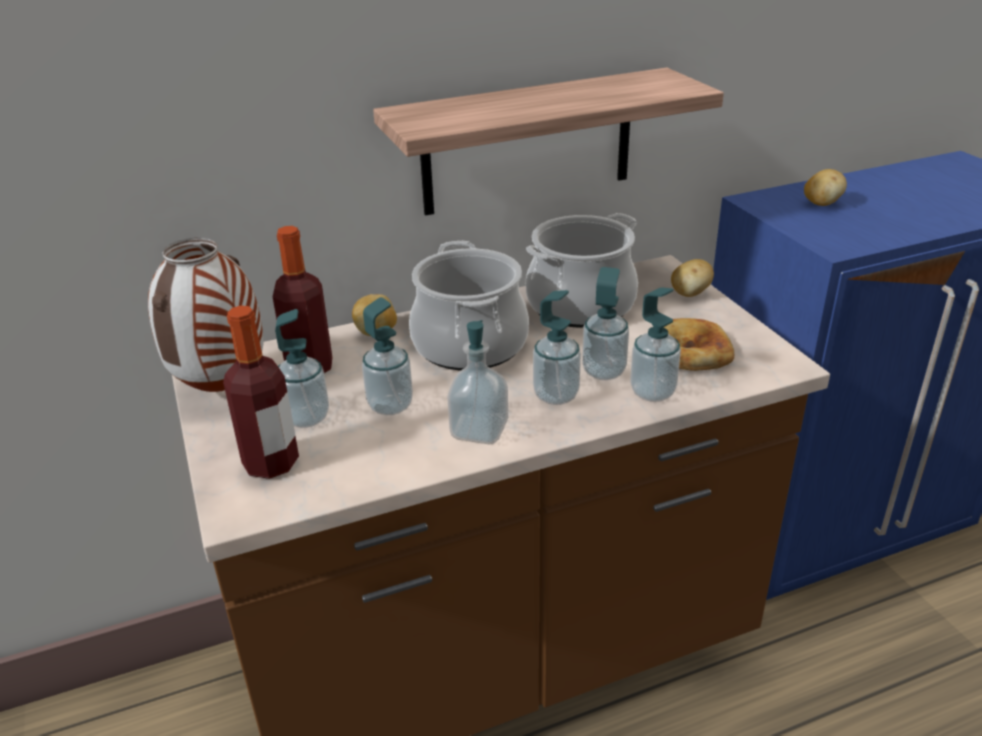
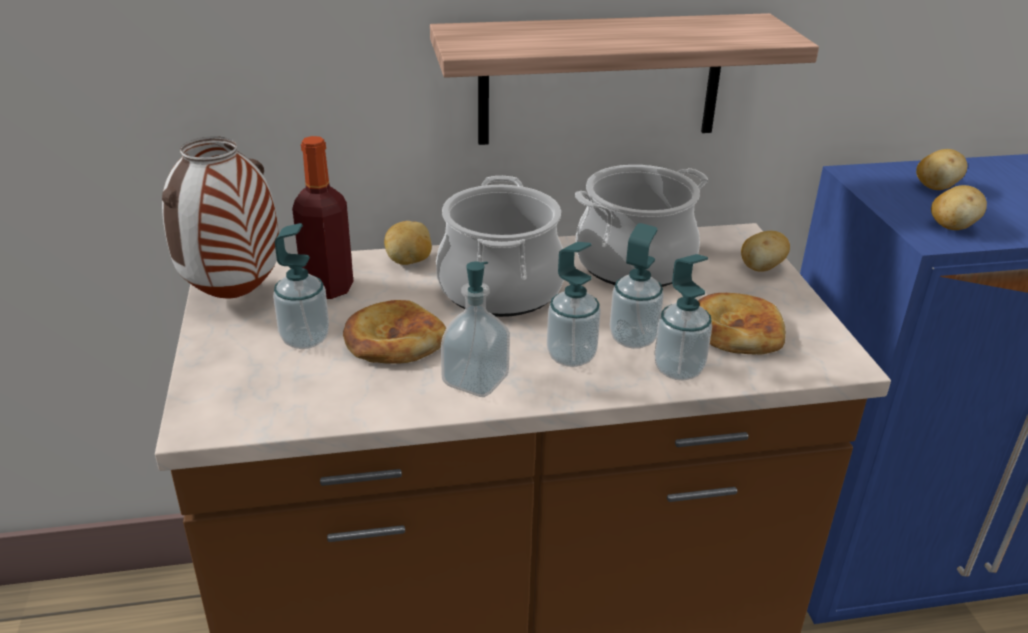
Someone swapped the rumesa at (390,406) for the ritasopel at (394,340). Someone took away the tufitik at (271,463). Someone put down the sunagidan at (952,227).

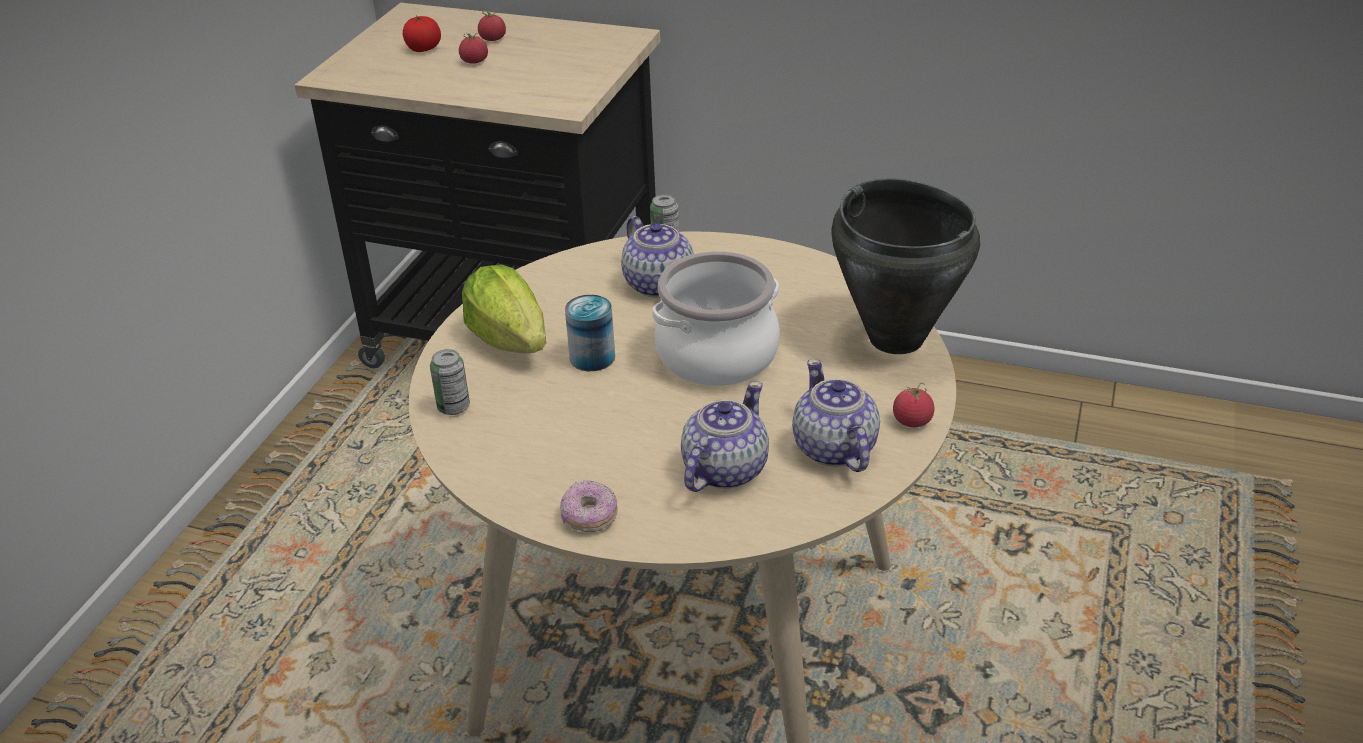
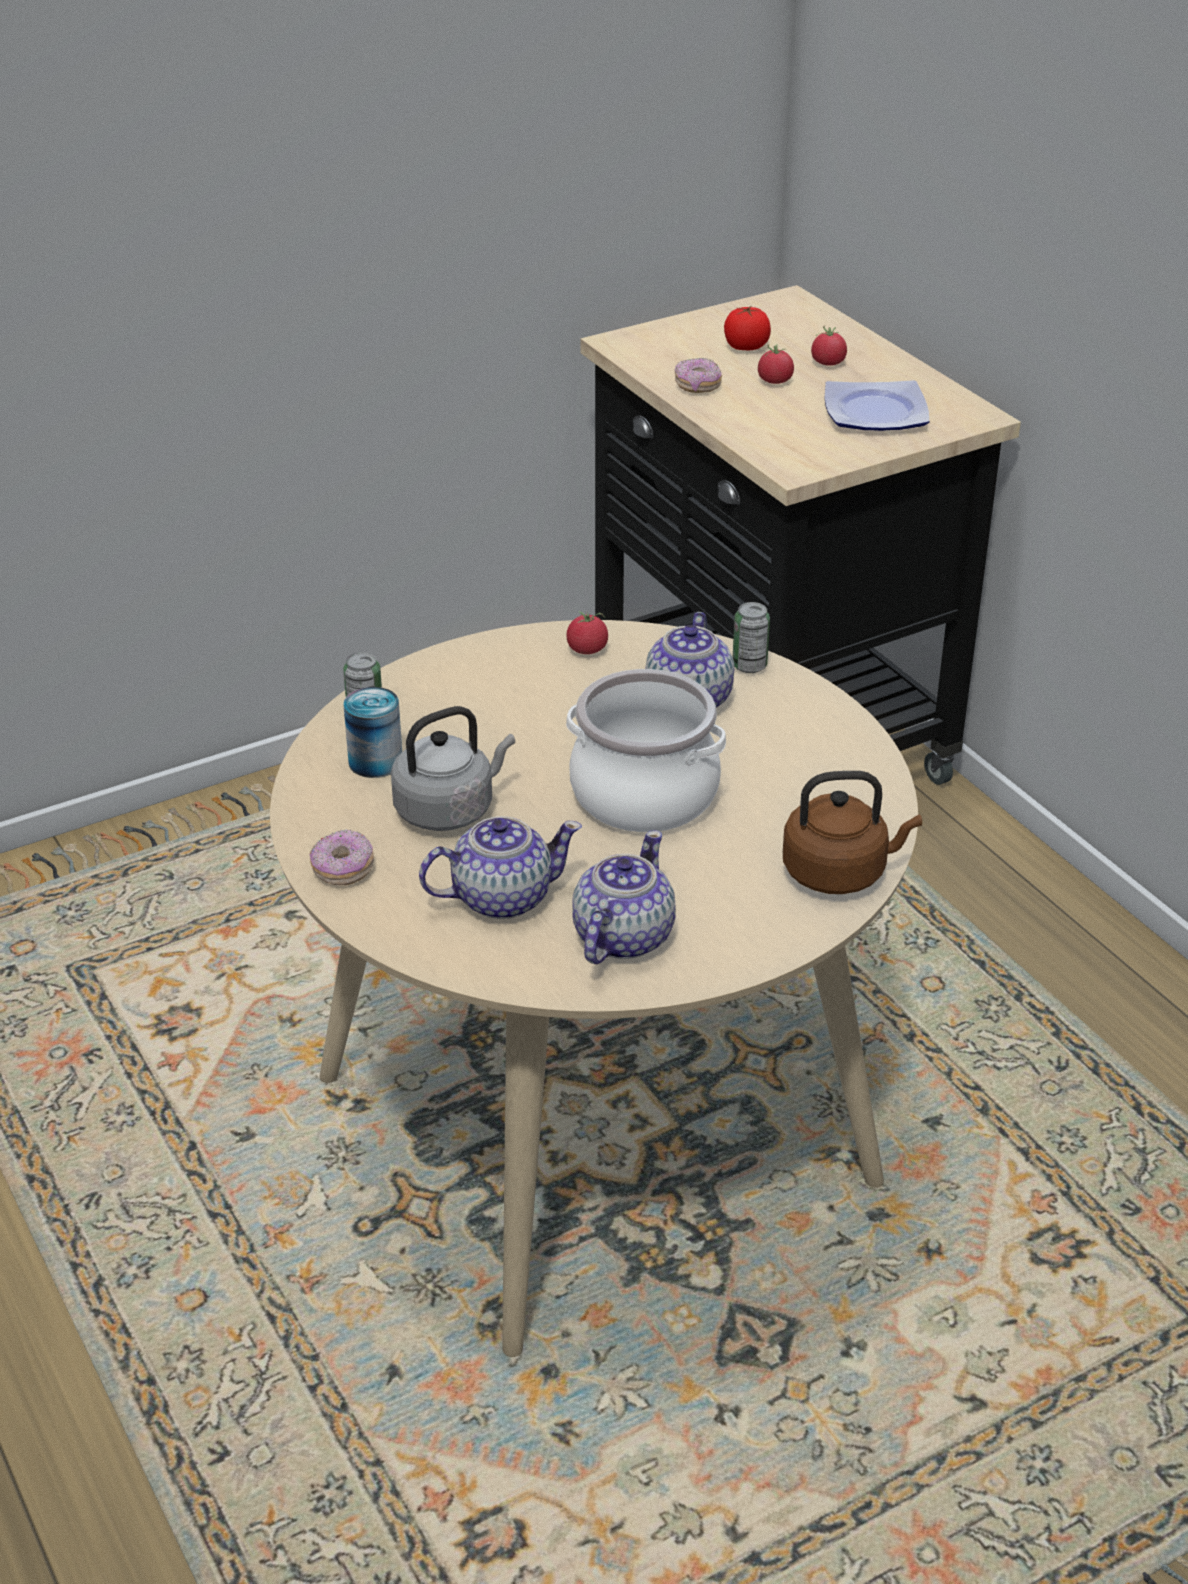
Someone swapped the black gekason at (896,337) for the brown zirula at (839,872). Someone took away the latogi at (510,340). Someone carried the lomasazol from (592,357) to (375,761). Someone carried the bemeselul from (912,421) to (587,649). Someone put down the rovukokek at (697,386). Someone put down the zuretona at (877,412). Someone put down the grey zirula at (449,809).

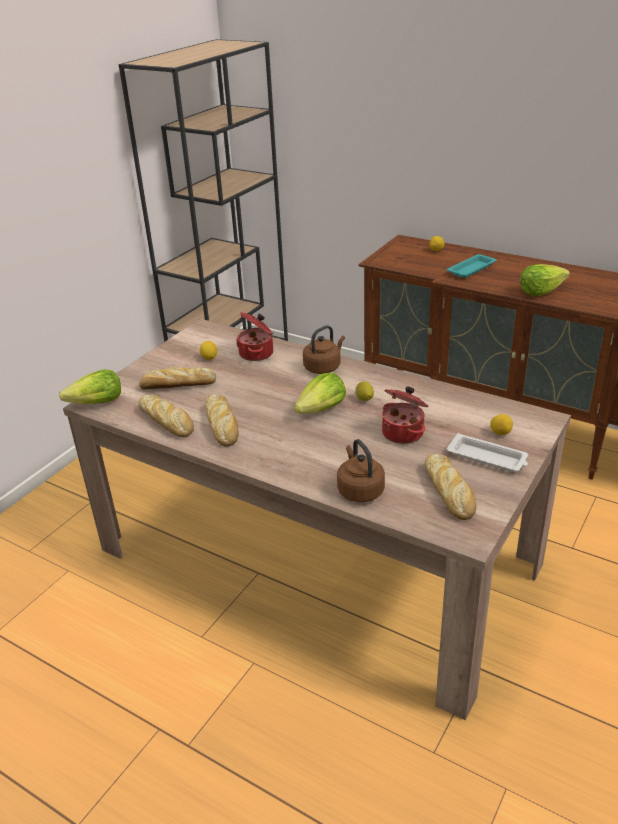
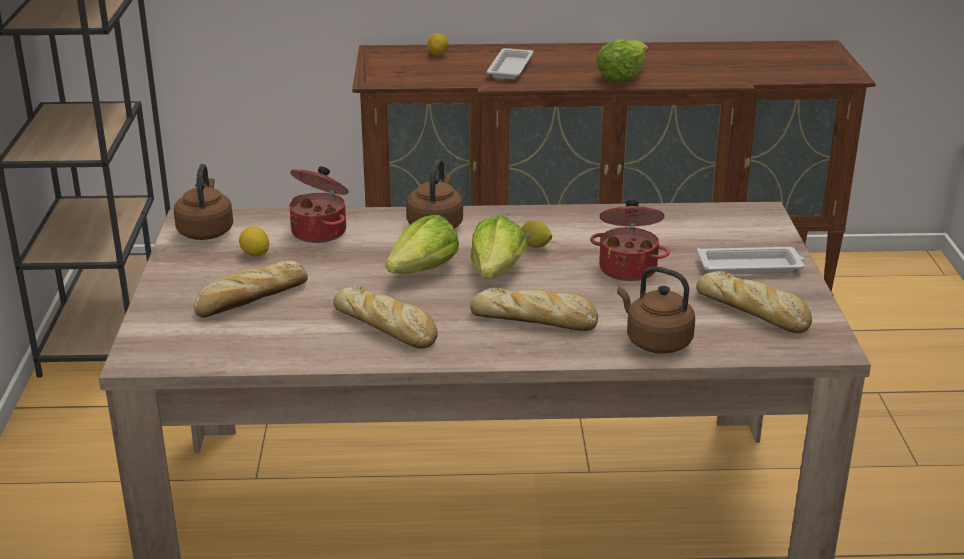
Someone repainted the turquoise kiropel at (472,269), which became the white kiropel at (510,68). Someone carried the latogi from (97,403) to (424,270). Someone carried the ritasopel from (167,421) to (536,320). Someone took away the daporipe at (500,433). Someone put down the brown zirula at (206,231).

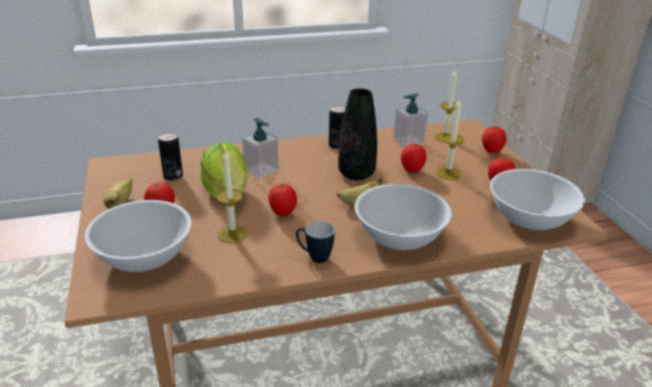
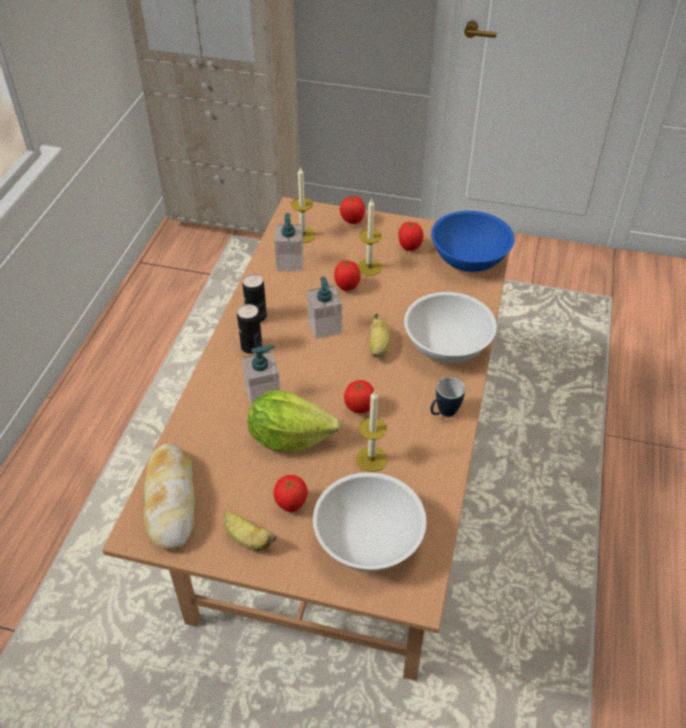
Someone swapped the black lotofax at (356,174) for the rumesa at (325,327). Someone carried the lomasazol from (173,176) to (251,347). Someone repainted the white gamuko at (529,218), which became the blue gamuko at (468,259). Someone put down the ritasopel at (171,500).

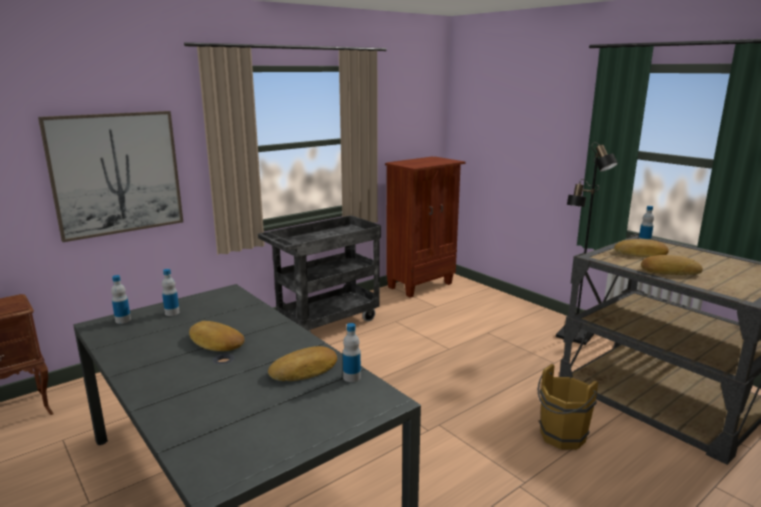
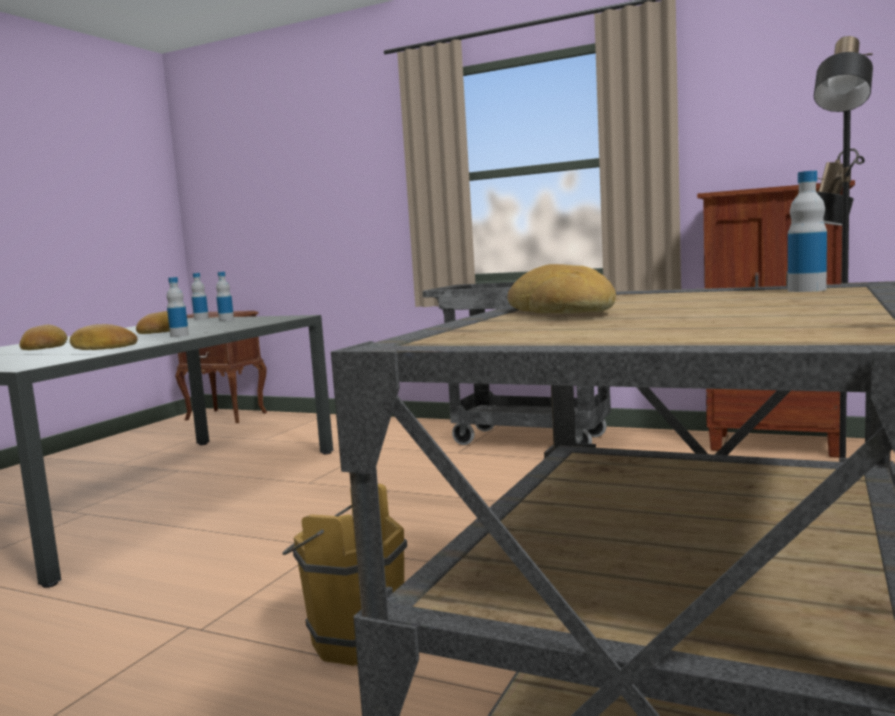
Someone took away the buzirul at (116,174). Someone carried the ritasopel from (641,253) to (44,347). Someone carried the tufitik from (352,377) to (179,335).

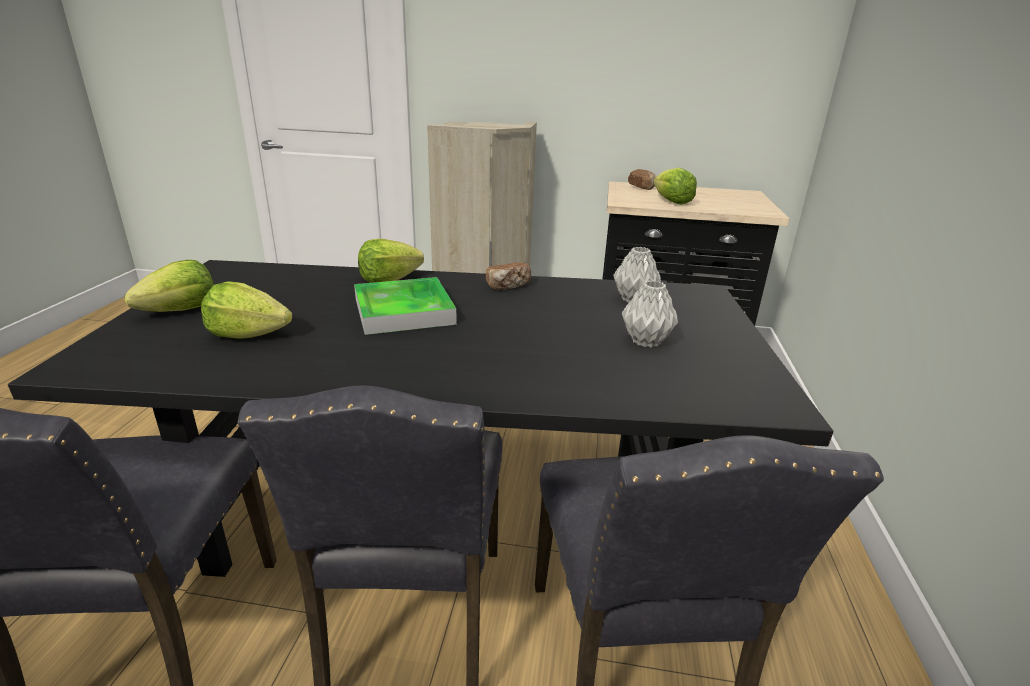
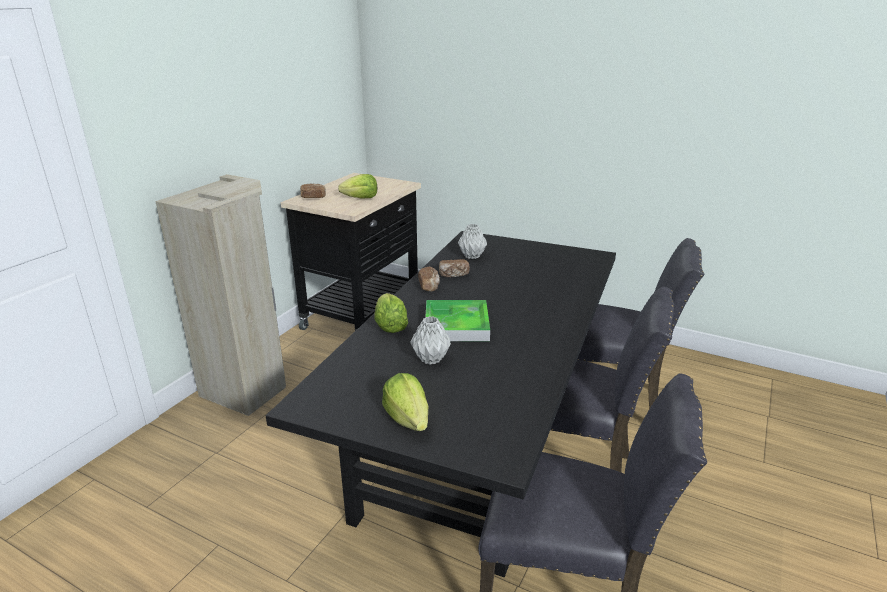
Someone carried the grey lotofax from (647,341) to (430,358). Someone took away the latogi at (248,334). Someone put down the ritasopel at (453,275).

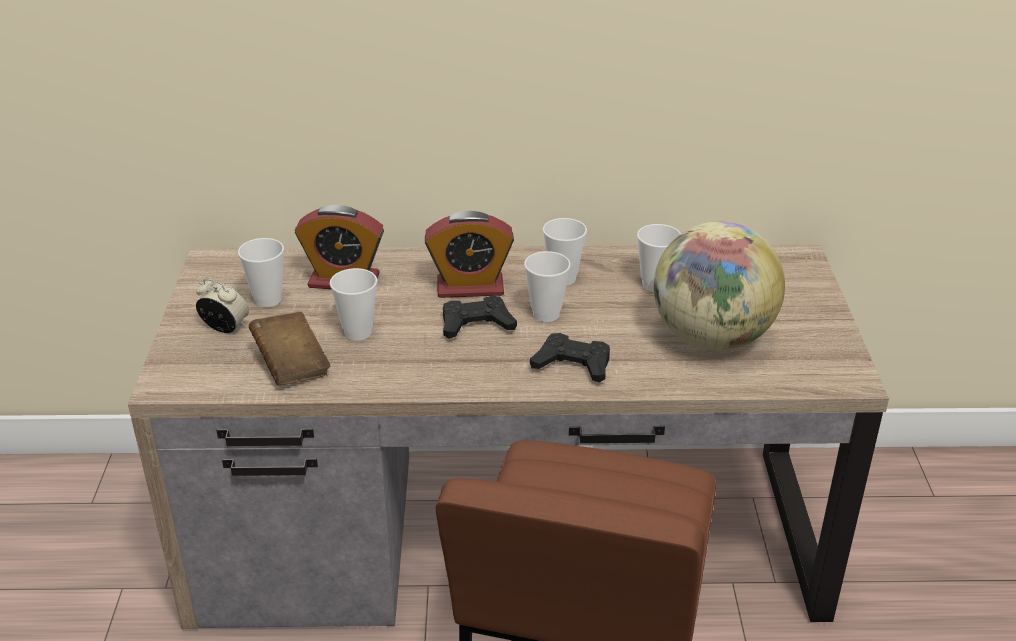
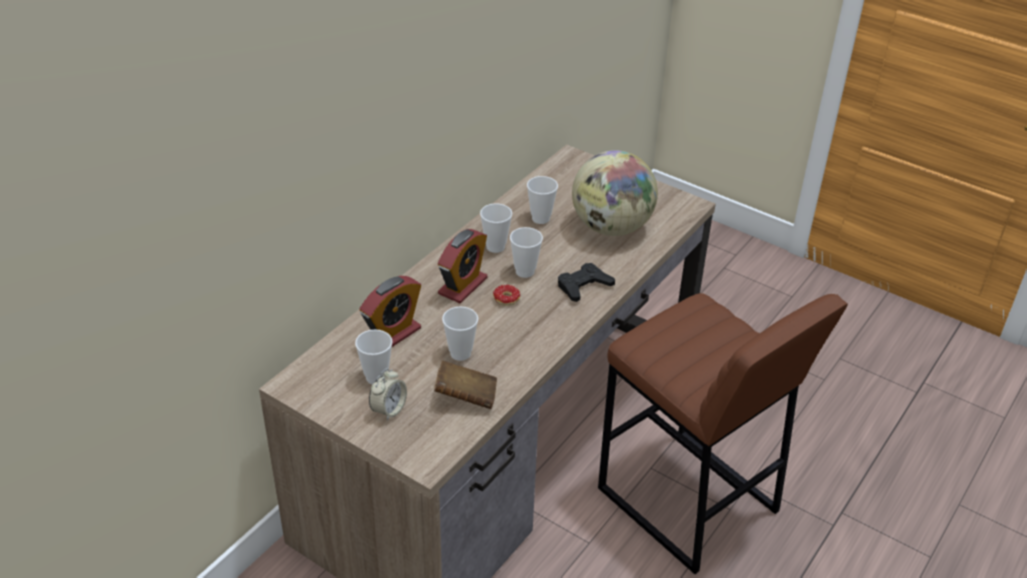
Someone rotated the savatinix at (225,328) by 150 degrees clockwise. Someone swapped the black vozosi at (476,324) for the rovukokek at (505,302).

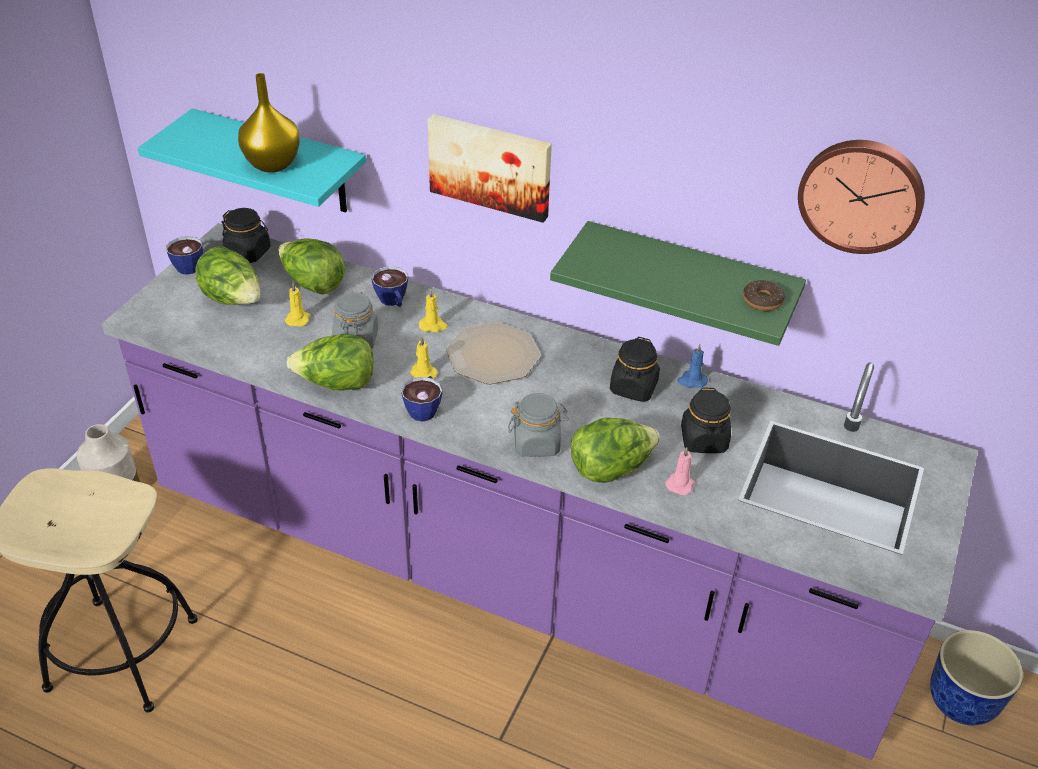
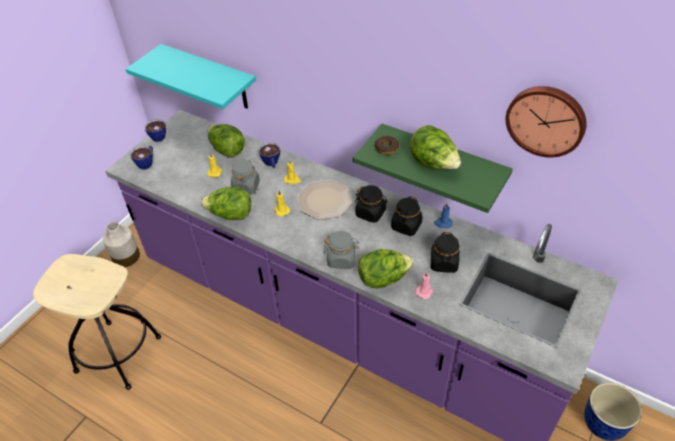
Someone took away the yellow lotofax at (271,164). Someone took away the buzirul at (491,165). Someone carried the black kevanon from (248,252) to (370,213). Someone carried the latogi from (233,300) to (433,164). Someone carried the rovukokek from (762,301) to (386,148). Someone carried the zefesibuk from (424,408) to (147,162).

